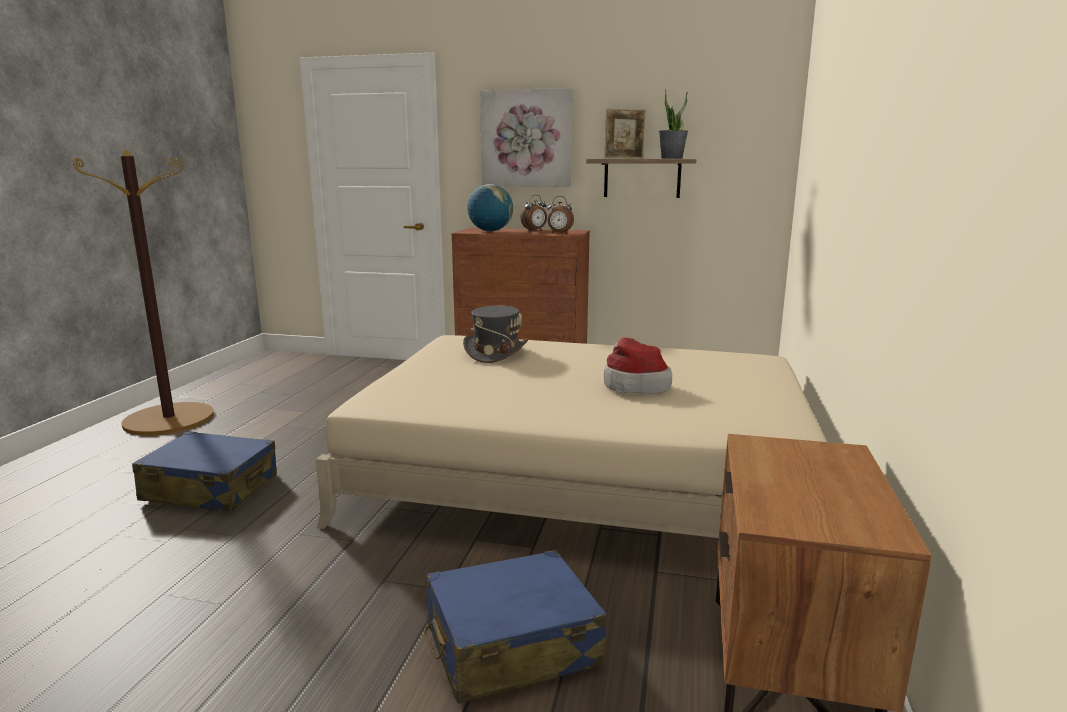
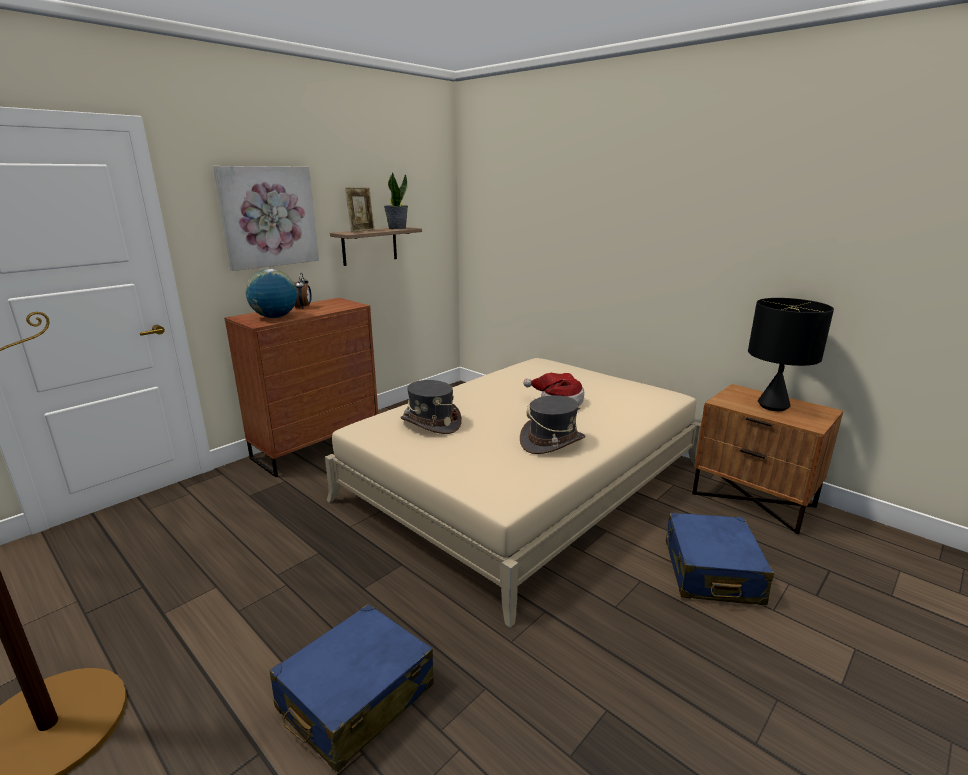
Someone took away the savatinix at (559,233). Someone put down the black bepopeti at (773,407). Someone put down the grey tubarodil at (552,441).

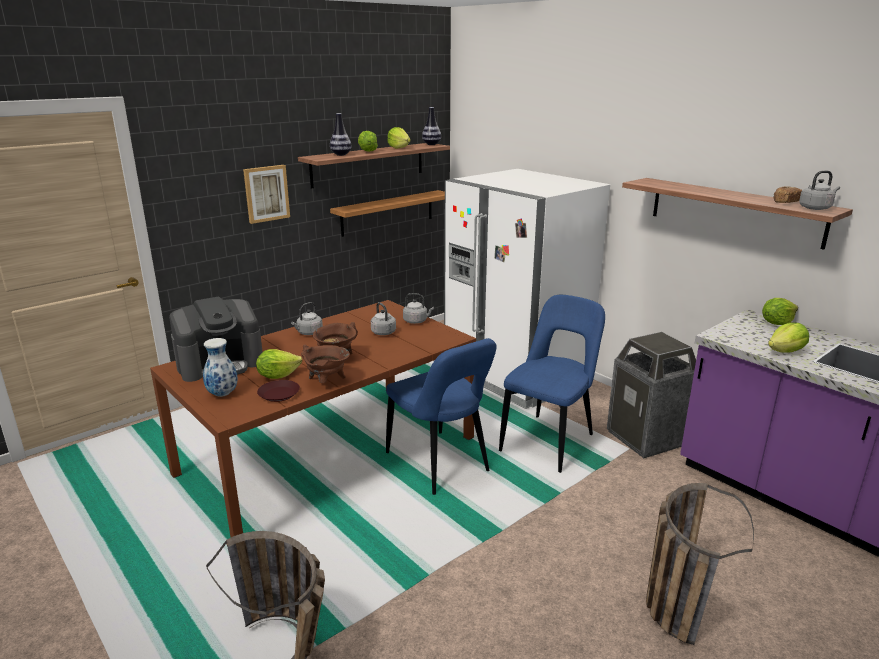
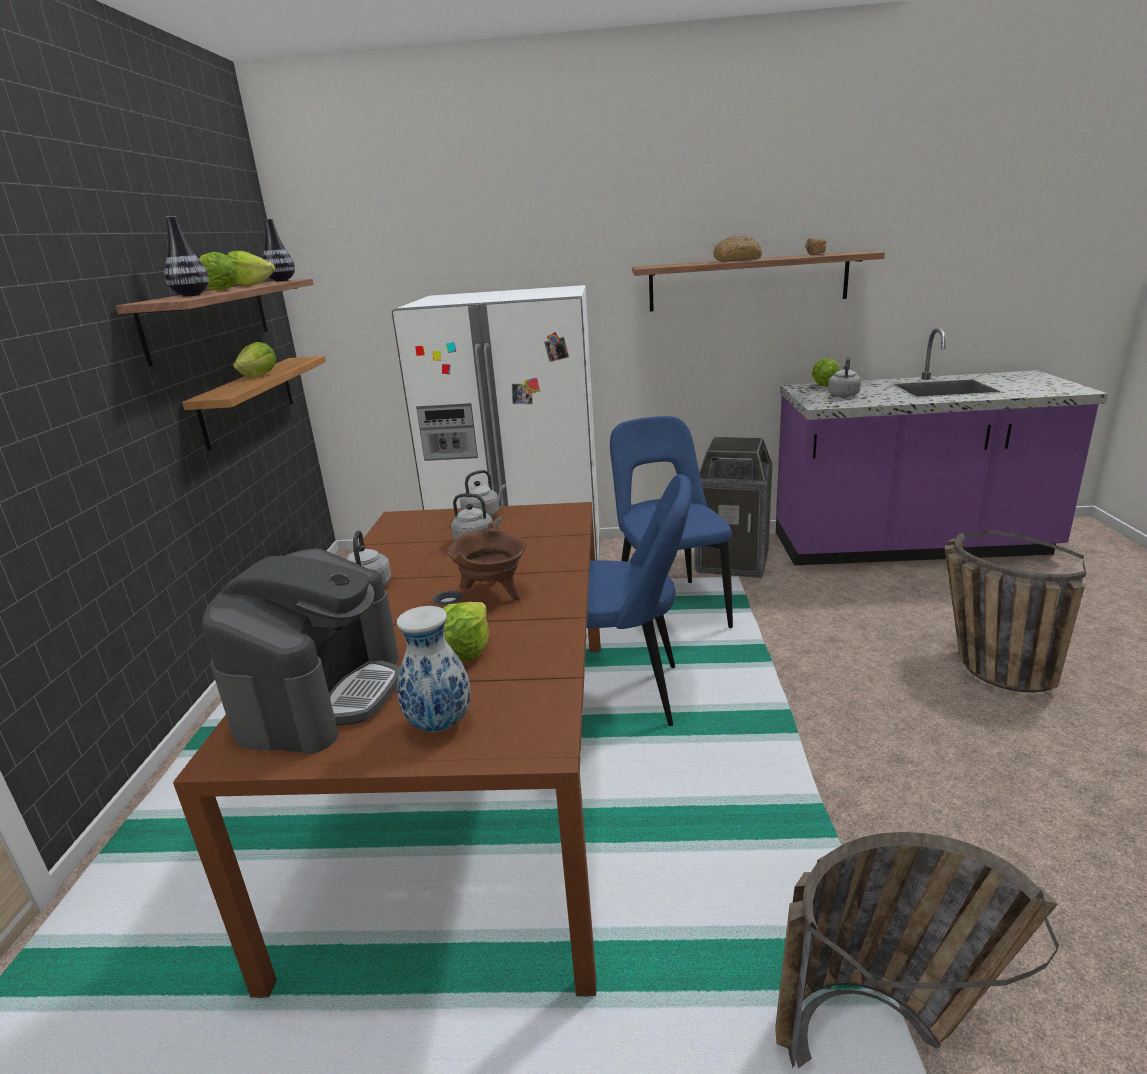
Someone took away the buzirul at (266,193). Someone carried the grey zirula from (816,208) to (843,395). Someone carried the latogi from (786,351) to (259,376). Someone took away the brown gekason at (326,382). Someone took away the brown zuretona at (278,394). Someone put down the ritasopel at (737,260).

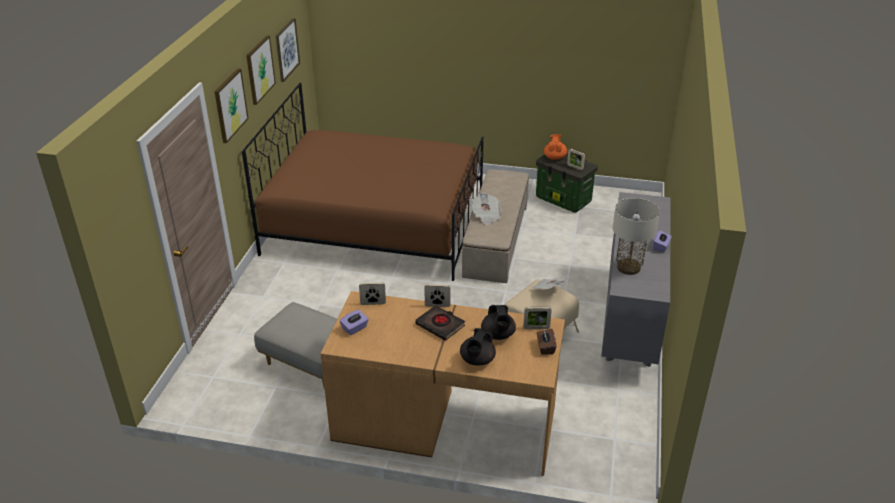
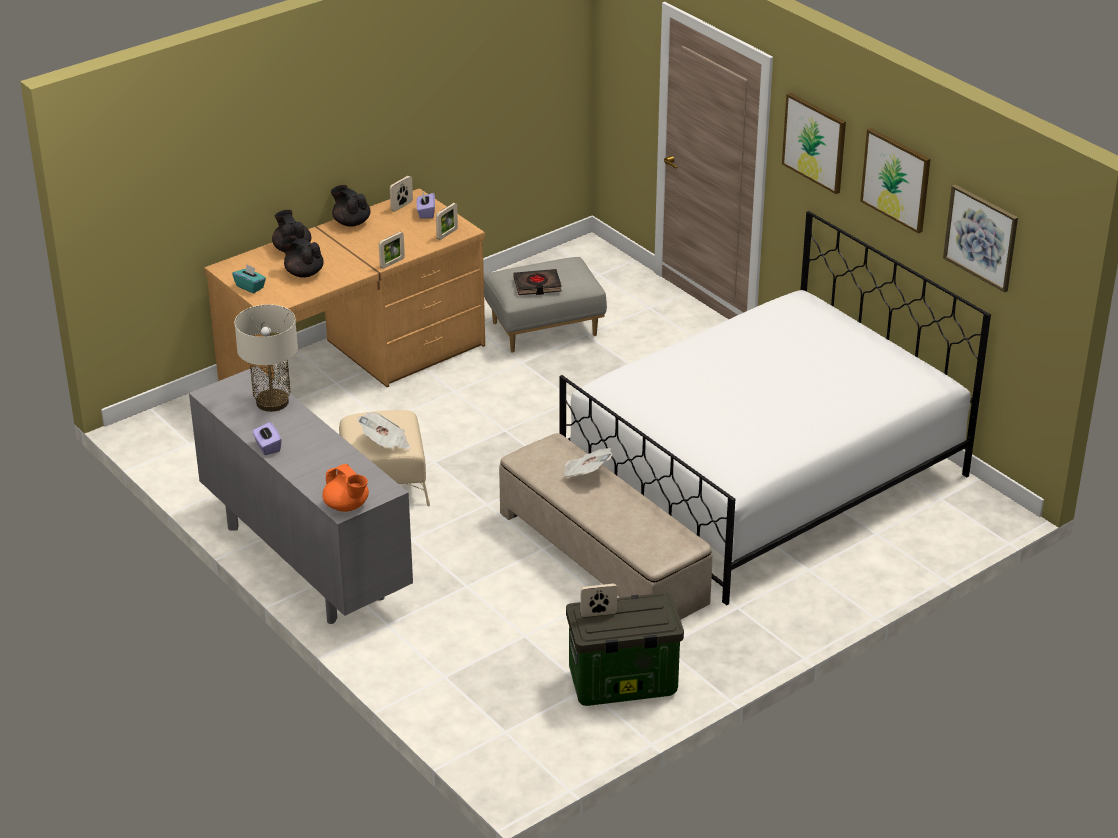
Someone repainted the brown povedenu at (374,225), which became the white povedenu at (765,476). Someone carried the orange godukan from (554,157) to (347,506). Someone carried the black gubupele from (440,325) to (537,285). Someone carried the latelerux from (536,328) to (402,206). Someone repainted the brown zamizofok at (545,347), which became the turquoise zamizofok at (250,287). Someone put down the black godukan at (351,222).

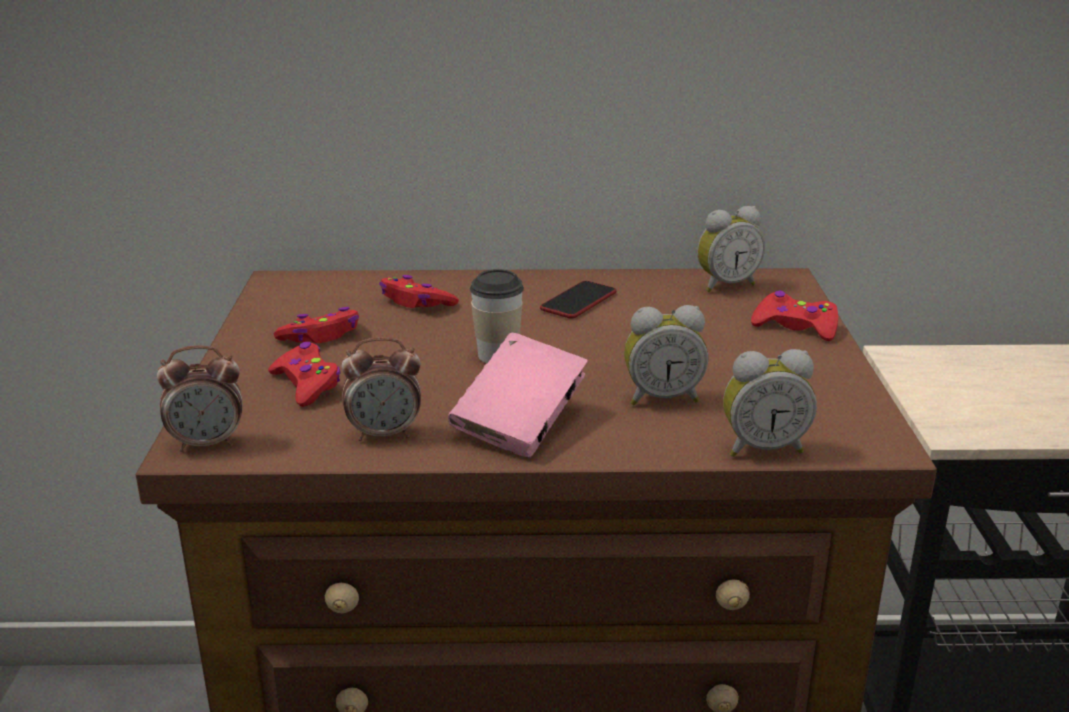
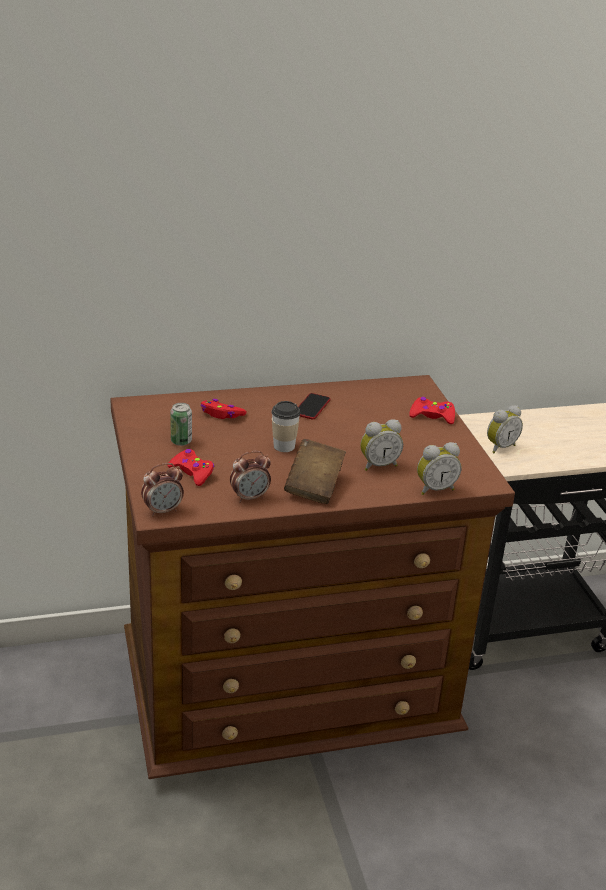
Someone carried the savatinix from (725,285) to (500,447). Someone swapped the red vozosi at (321,336) for the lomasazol at (181,441). Someone repainted the pink gubupele at (520,424), which became the brown gubupele at (314,486).

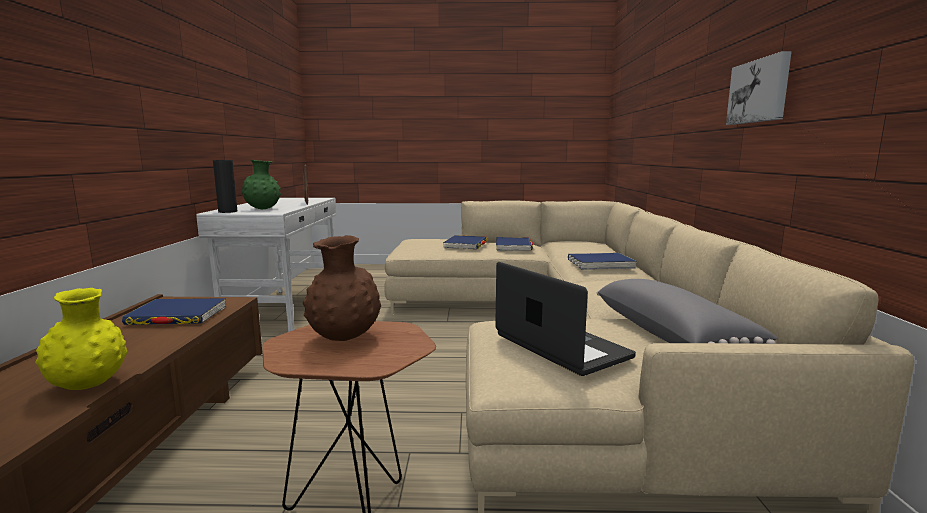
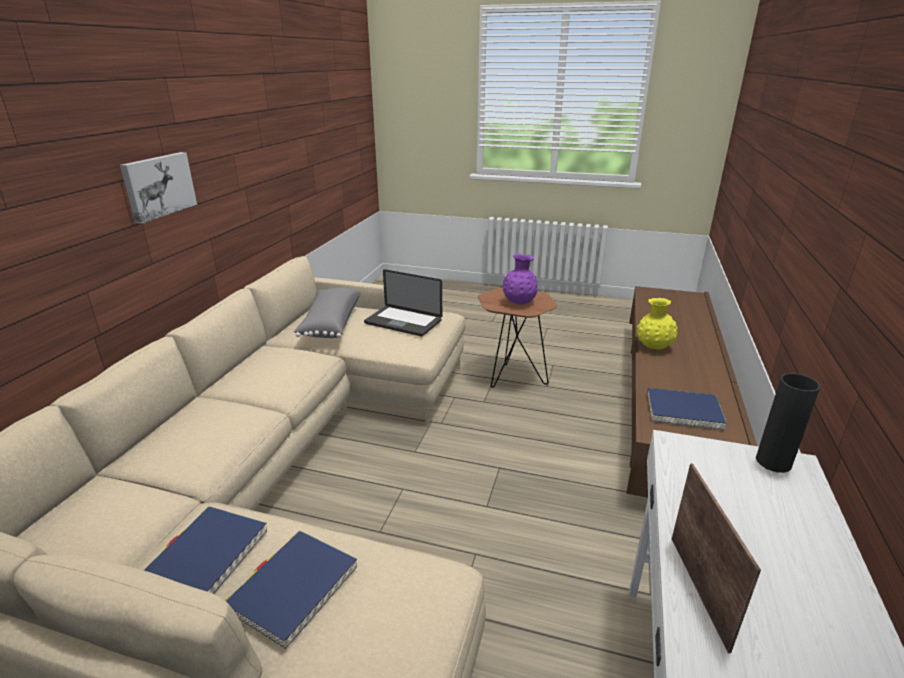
Someone took away the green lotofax at (263,209). Someone repainted the brown lotofax at (344,338), which became the purple lotofax at (519,303). Someone took away the blue gubupele at (600,264). Someone rotated the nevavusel at (561,346) by 45 degrees counterclockwise.

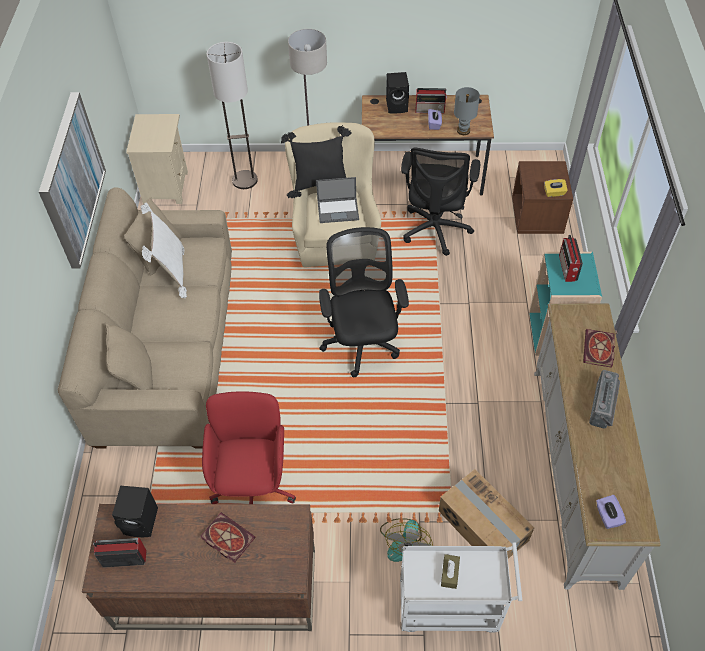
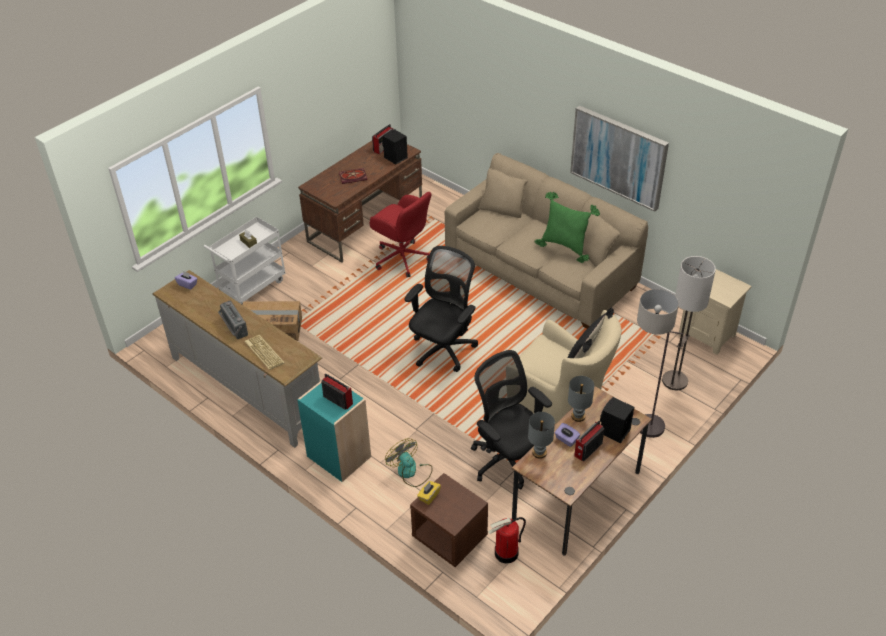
Someone took away the nevavusel at (338,210). Someone repainted the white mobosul at (171,275), which became the green mobosul at (565,249). Someone rotated the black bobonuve at (363,347) by 90 degrees counterclockwise. Someone swapped the gubupele at (599,350) for the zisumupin at (263,353). Someone carried the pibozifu from (404,541) to (410,472). Someone put down the grey bepopeti at (577,416). Someone put down the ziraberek at (506,553).

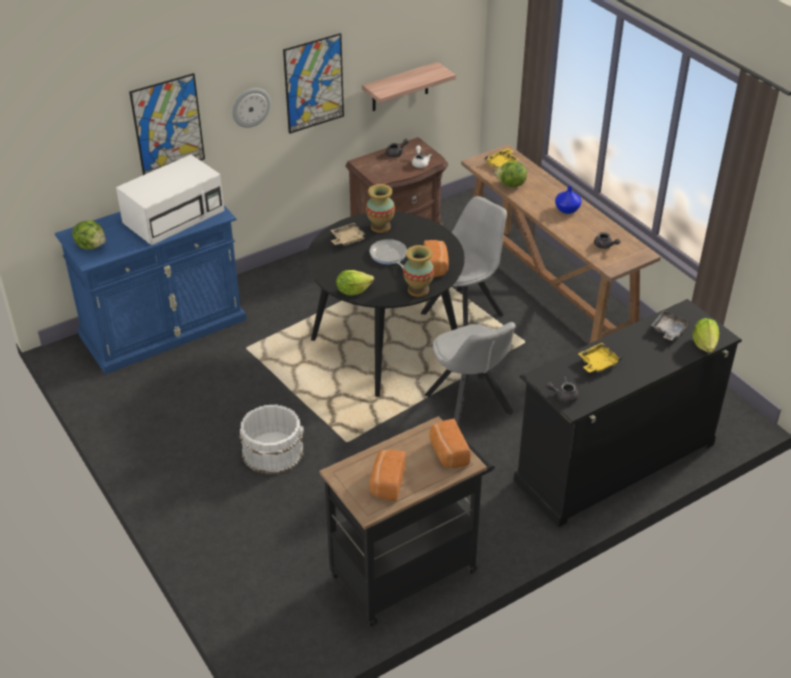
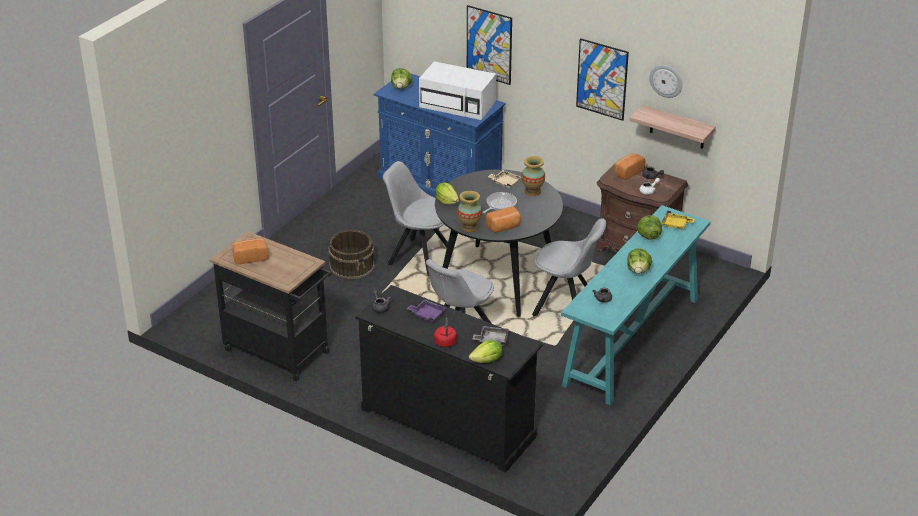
Someone carried the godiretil from (250,107) to (666,80). Someone repainted the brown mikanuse at (547,291), which became the turquoise mikanuse at (631,341). Someone swapped the blue lotofax at (567,209) for the latogi at (638,271). Someone repainted the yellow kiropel at (597,363), which became the purple kiropel at (427,314). Someone repainted the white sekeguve at (273,451), which became the brown sekeguve at (352,265). Someone carried the ritasopel from (447,453) to (627,172). Someone put down the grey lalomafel at (418,256). Someone put down the red zirula at (445,341).

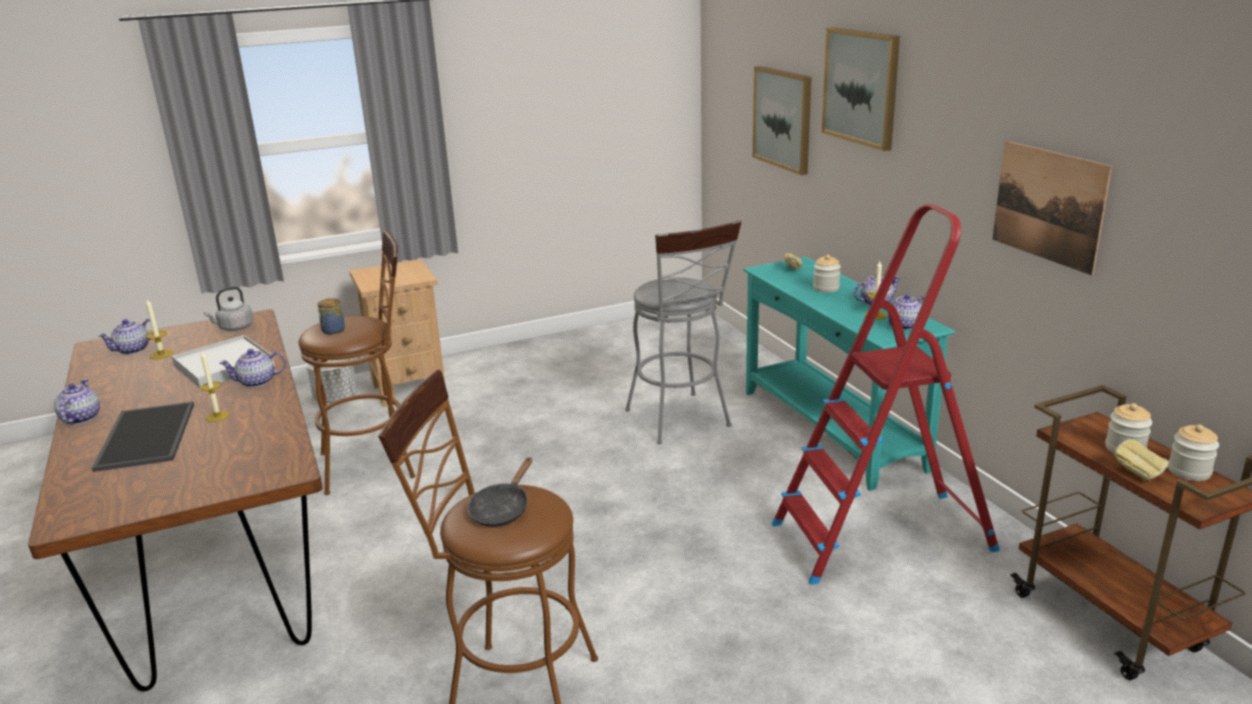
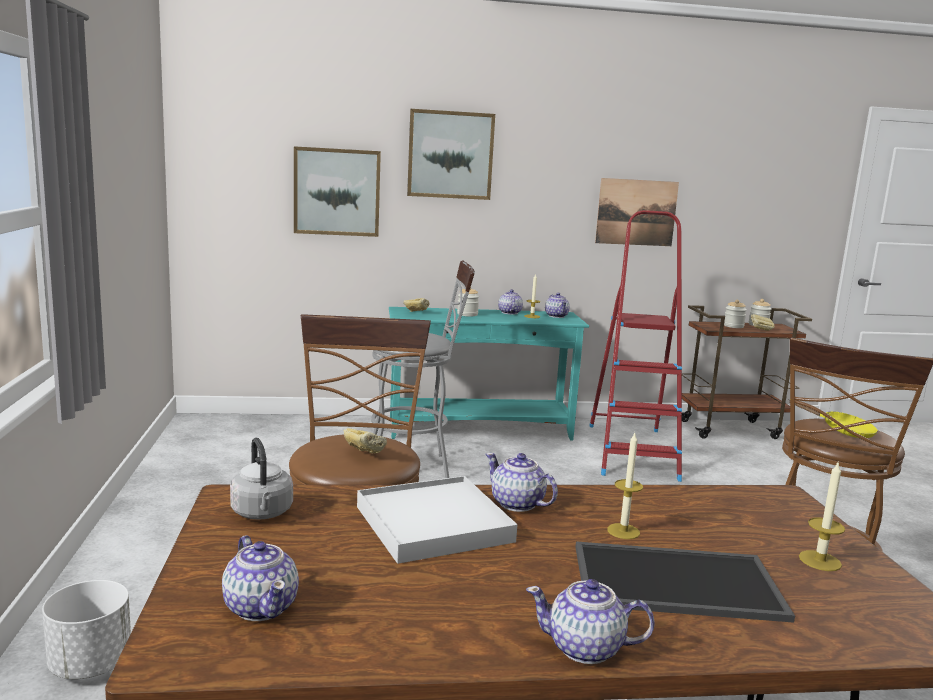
Someone took away the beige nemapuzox at (410,388). Someone swapped the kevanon at (332,331) for the ritasopel at (363,455). Someone carried the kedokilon from (161,354) to (820,561). Someone rotated the godukan at (257,382) by 135 degrees clockwise. Someone repainted the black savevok at (502,509), which became the yellow savevok at (841,430).

